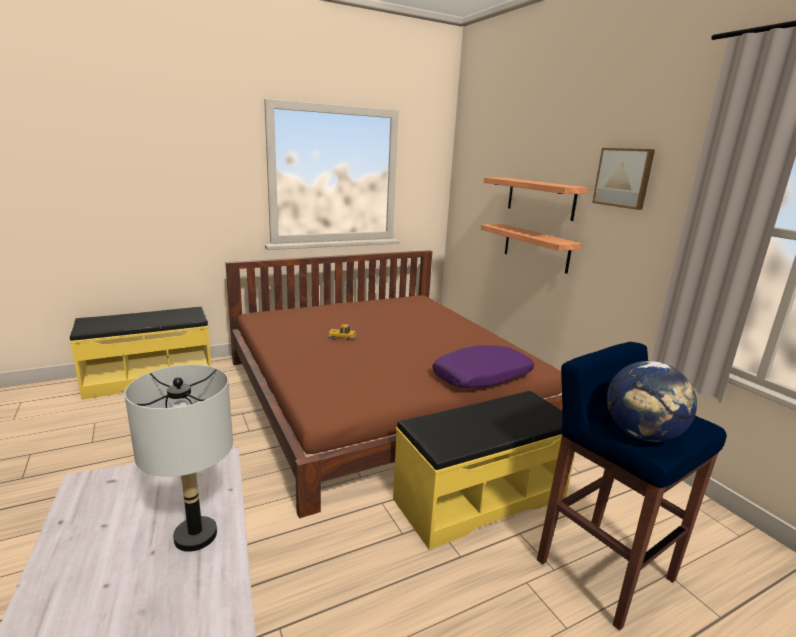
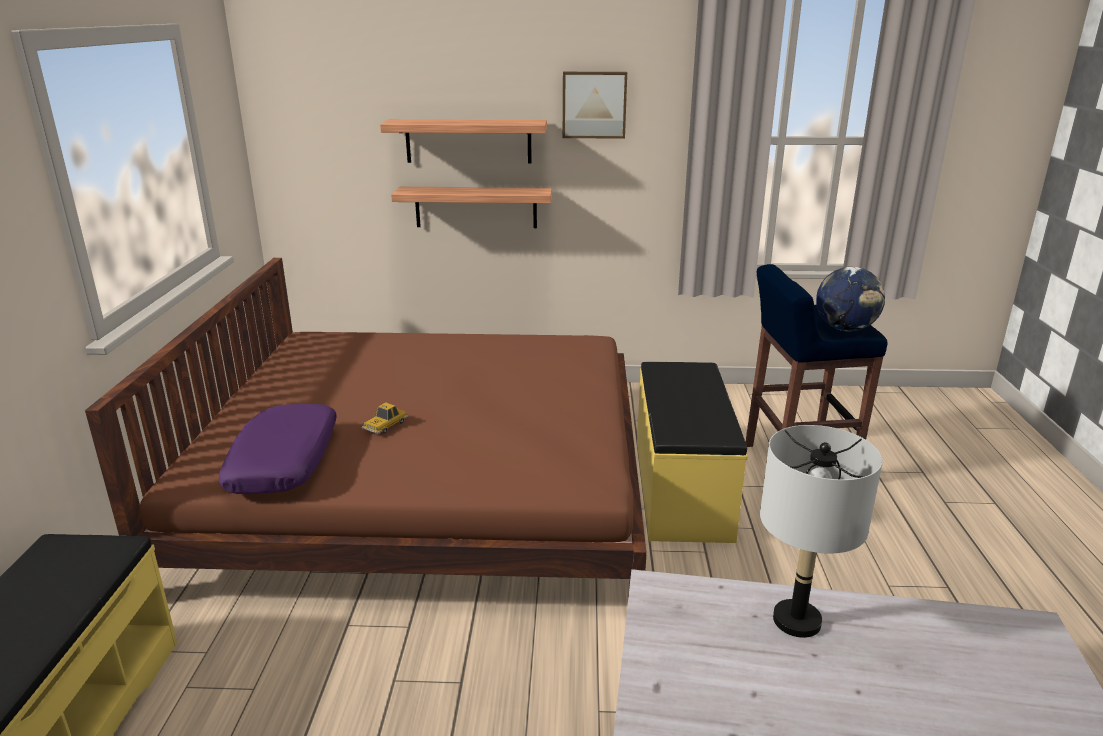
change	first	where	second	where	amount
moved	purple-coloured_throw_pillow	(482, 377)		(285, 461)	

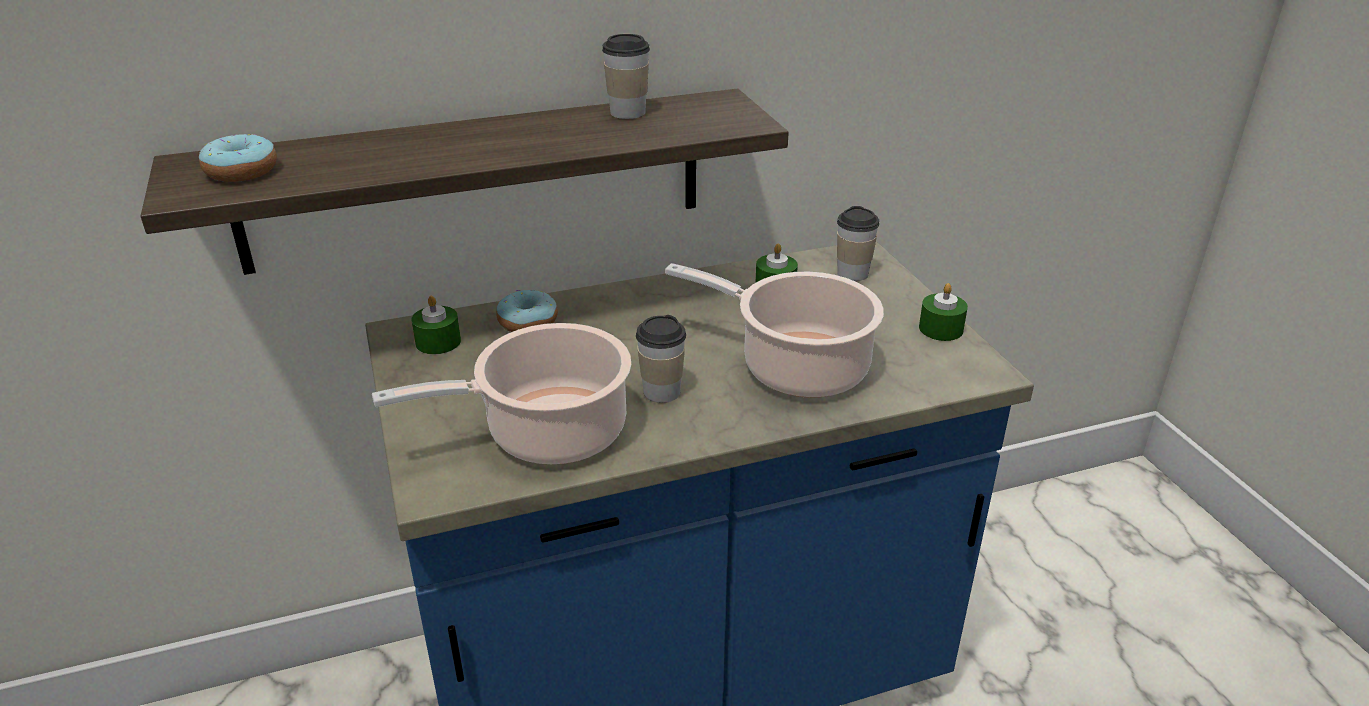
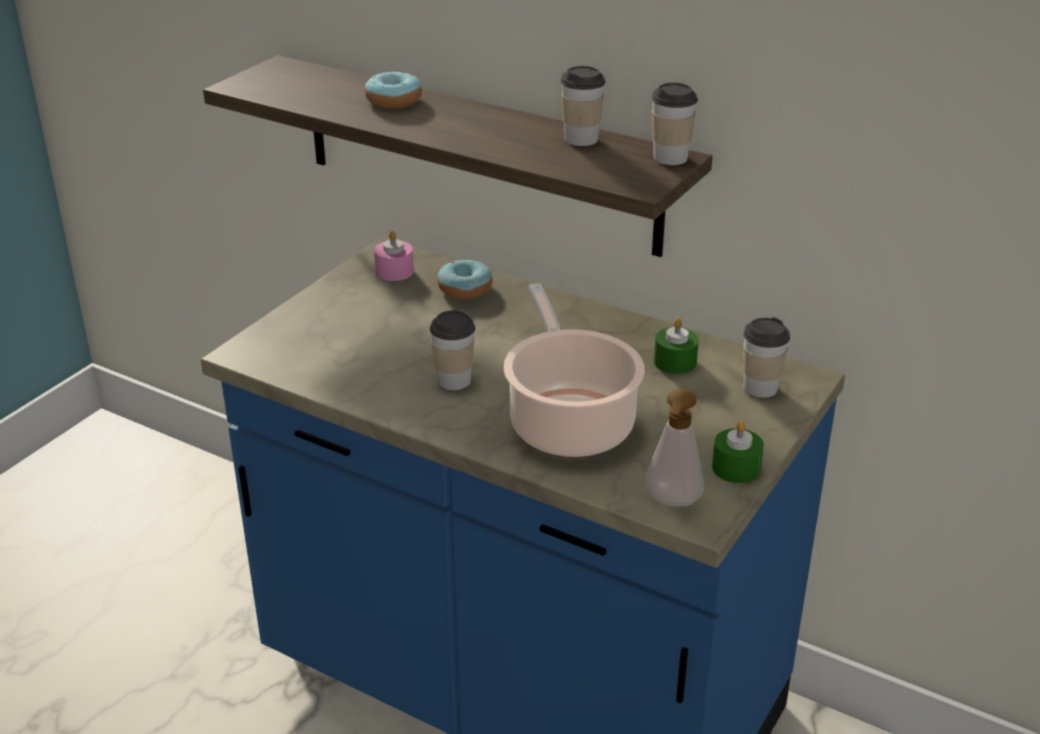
change	first	where	second	where	amount
removed	stockpot	(547, 433)			
added			liquid_soap_bottle	(672, 503)	
added			small_cup	(670, 158)	
moved	ring_doughnut	(241, 171)		(393, 101)	
recoloured	green_candle	(438, 342)	pinkish_candle	(394, 271)	

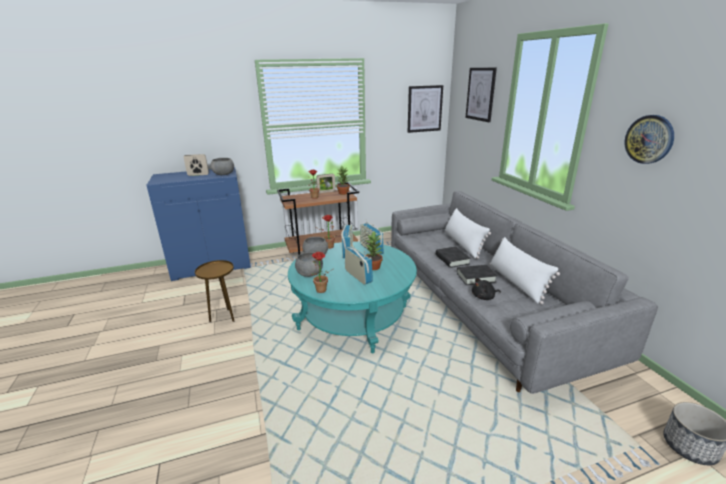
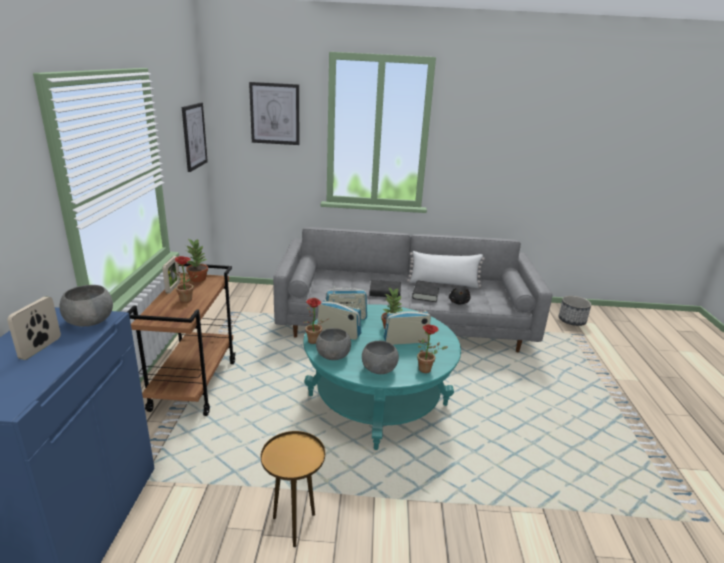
change	first	where	second	where	amount
removed	white_throw_pillow	(463, 244)			
removed	wall_clock	(649, 139)			

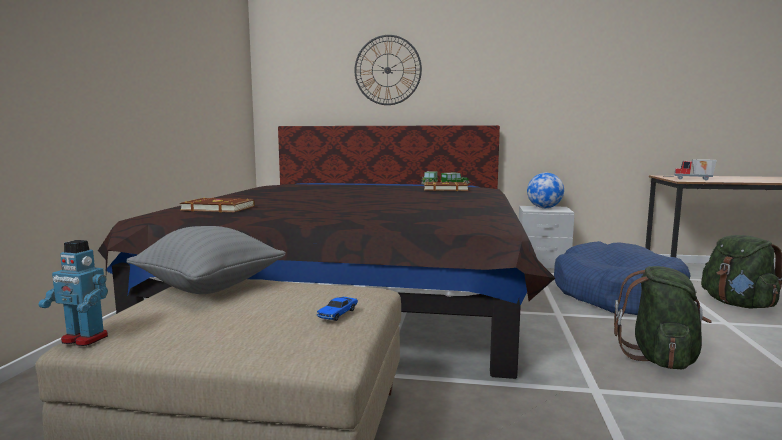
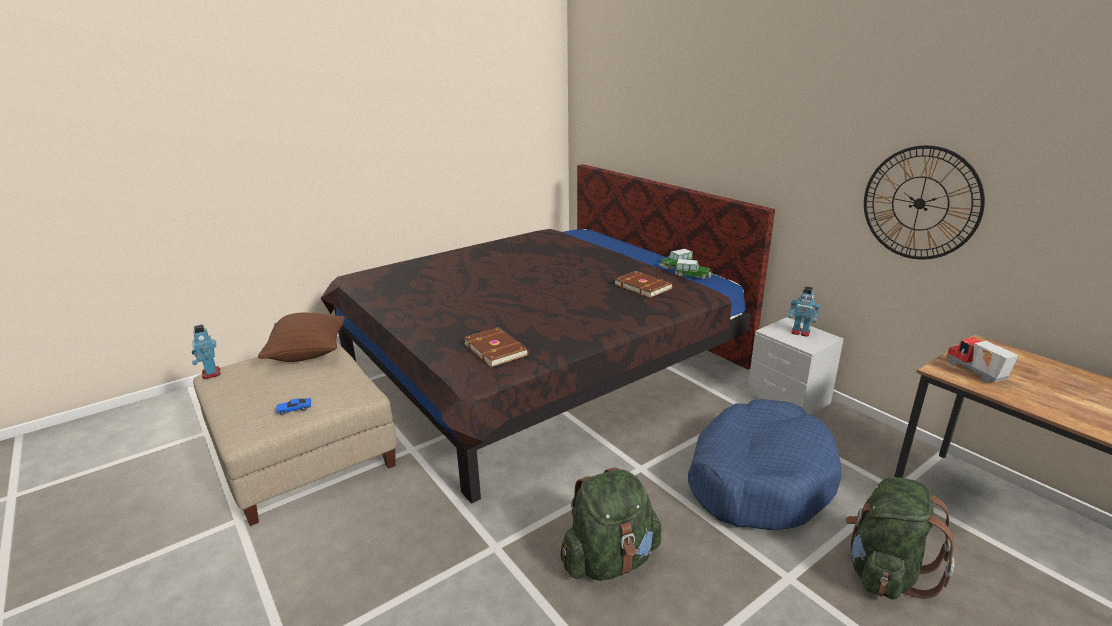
change	first	where	second	where	amount
moved	brown_bound_book	(218, 208)		(496, 349)	
moved	wall_clock	(387, 70)		(920, 203)	
replaced	world_globe	(544, 208)	model_robot	(800, 332)	
recoloured	greyish_throw_pillow	(210, 287)	brown_throw_pillow	(308, 354)	

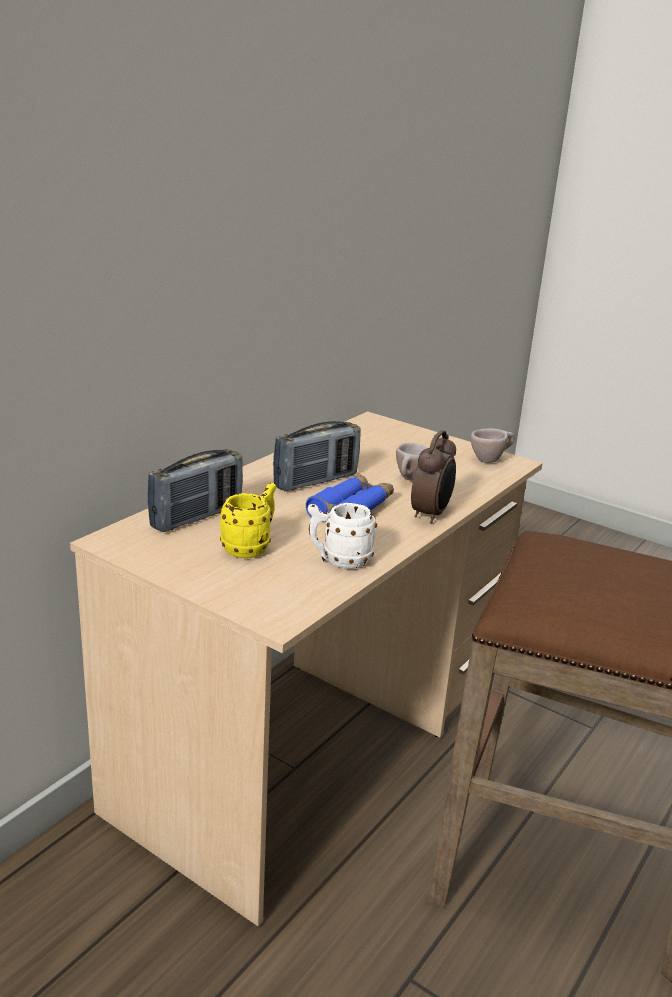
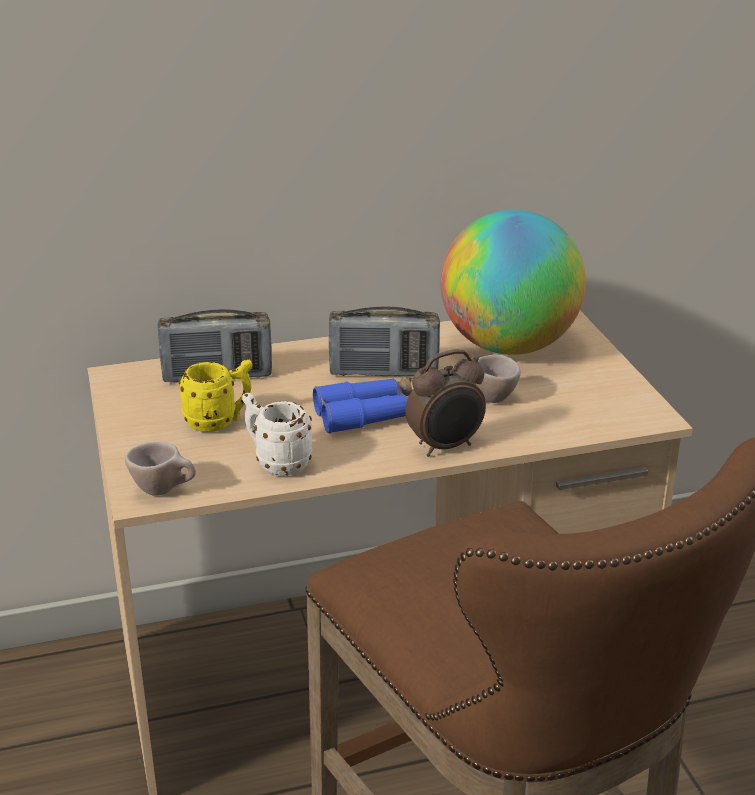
change	first	where	second	where	amount
added			world_globe	(508, 346)	
moved	sand-coloured_small_cup	(490, 460)		(164, 490)	

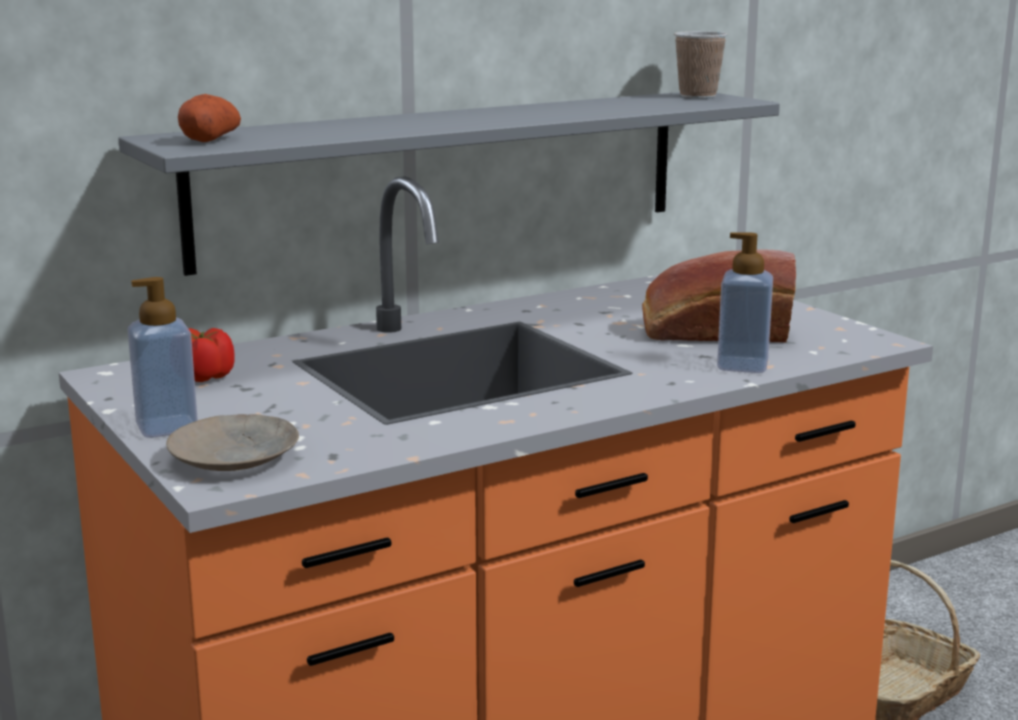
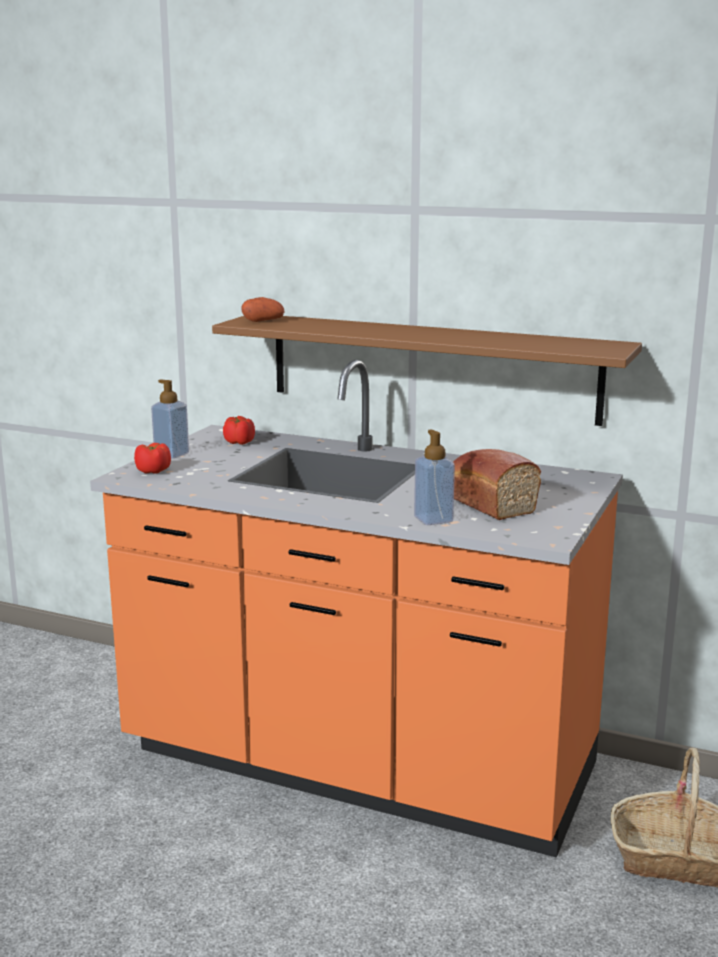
change	first	where	second	where	amount
removed	small_cup	(698, 96)			
replaced	sand-coloured_plate	(235, 457)	fresh_tomato	(153, 471)	
recoloured	greyish_wall_shelf	(446, 176)	brown_wall_shelf	(431, 367)	

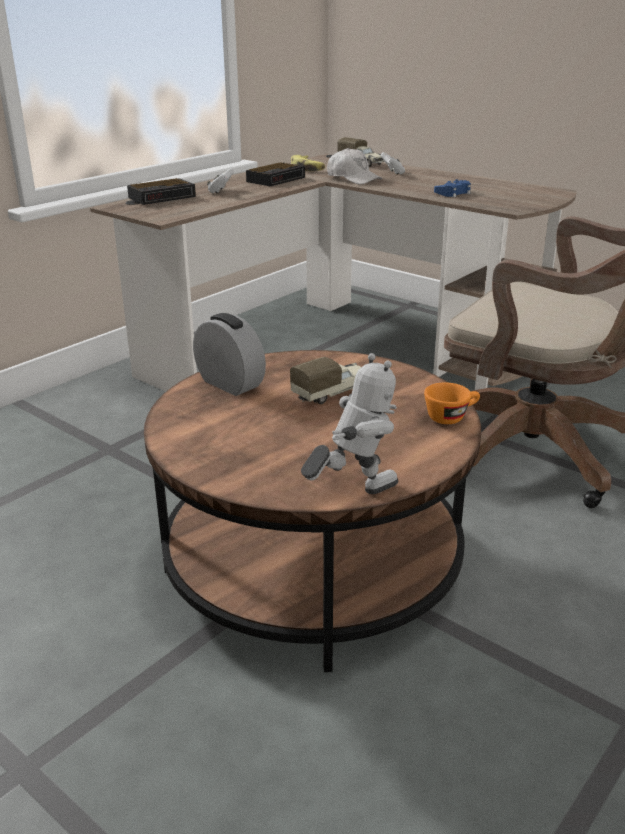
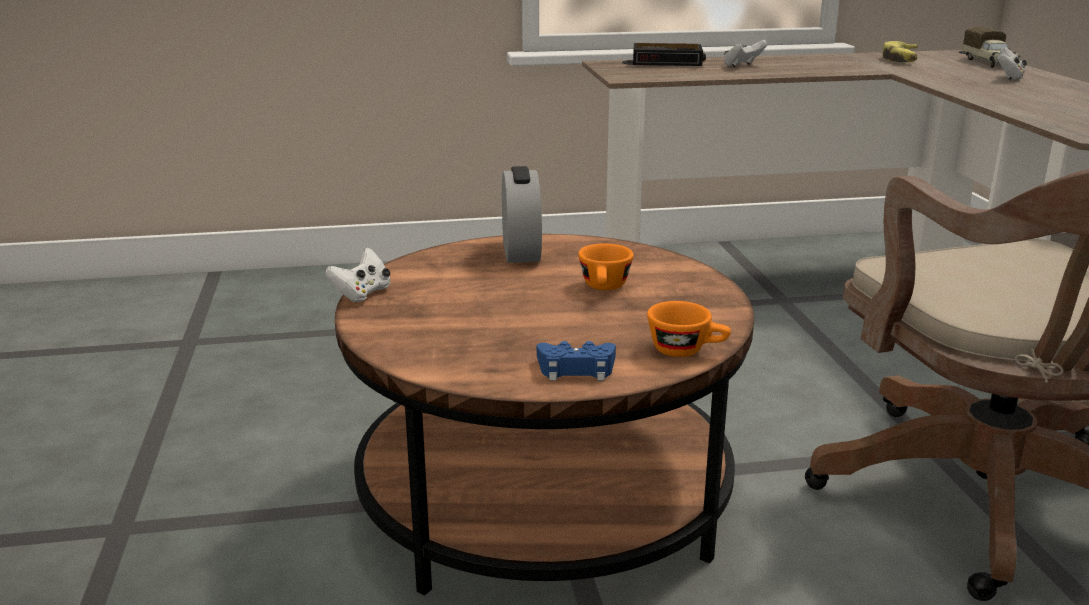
change	first	where	second	where	amount
removed	table_clock	(277, 179)			
removed	model_robot	(354, 492)			
removed	white_peaked_cap	(353, 178)			
added			white_gamepad	(362, 294)	
moved	blue-coloured_gamepad	(453, 193)		(576, 369)	
replaced	toy_truck	(333, 392)	orange_small_cup	(605, 288)	

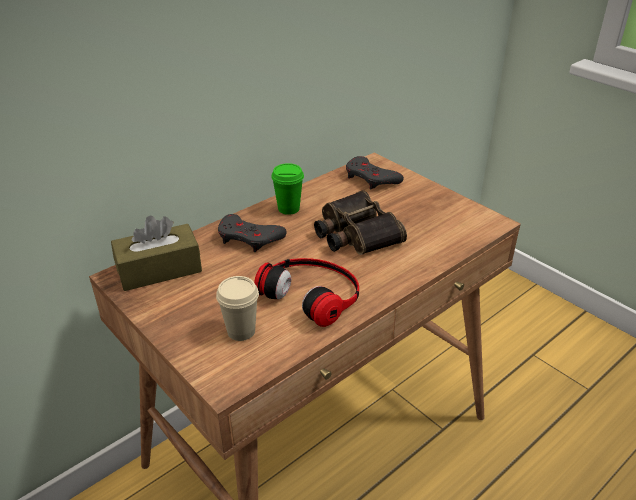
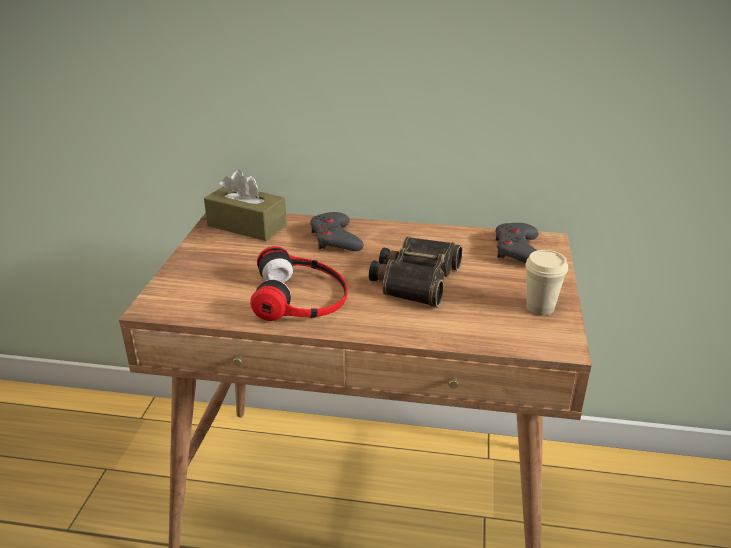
change	first	where	second	where	amount
removed	green_small_cup	(288, 209)			
moved	sand-coloured_small_cup	(241, 331)		(540, 307)	

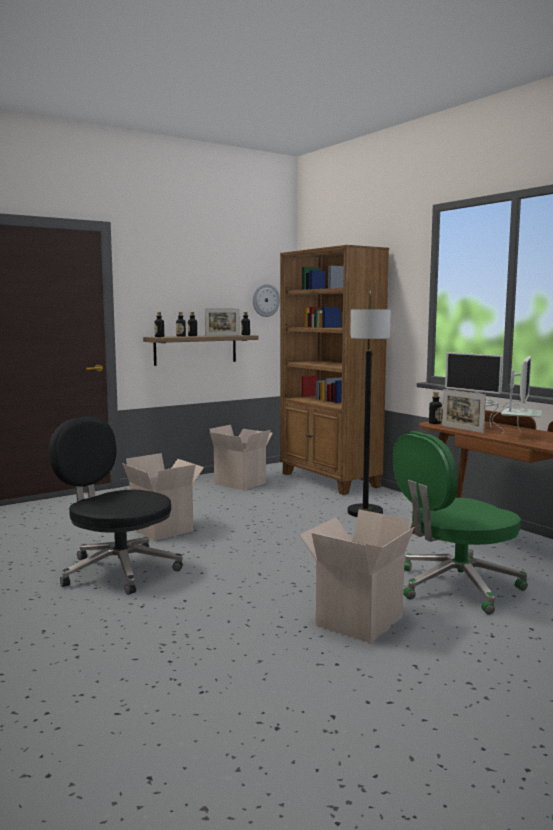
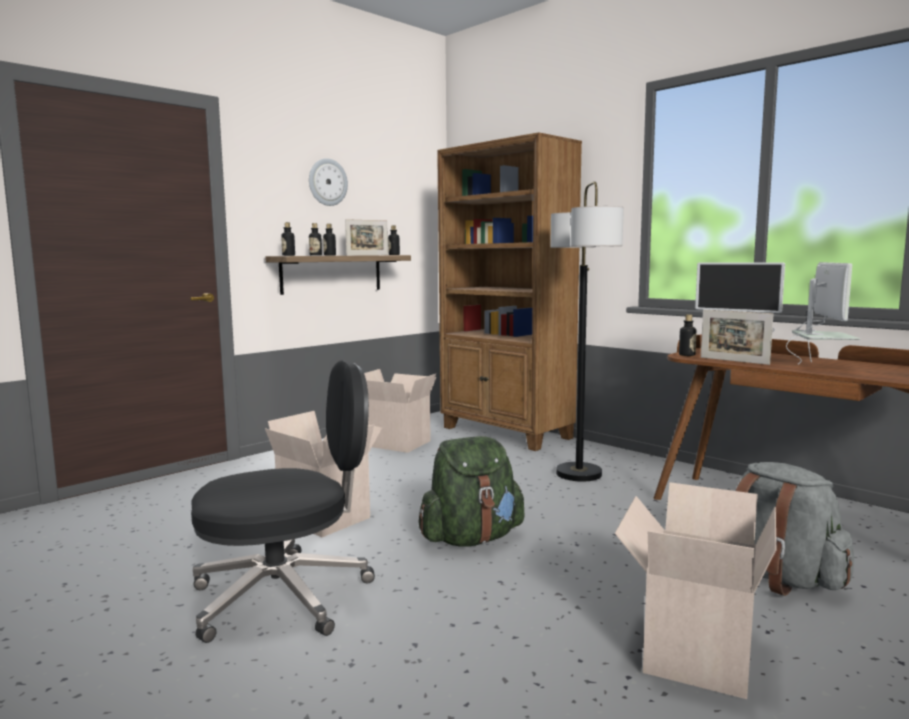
change	first	where	second	where	amount
added			green_knapsack	(471, 538)	
moved	wall_clock	(265, 300)		(327, 182)	
replaced	green_desk_chair	(455, 586)	greyish_knapsack	(778, 578)	
turned	blackish_desk_chair	(118, 570)		(285, 595)	135 degrees clockwise

